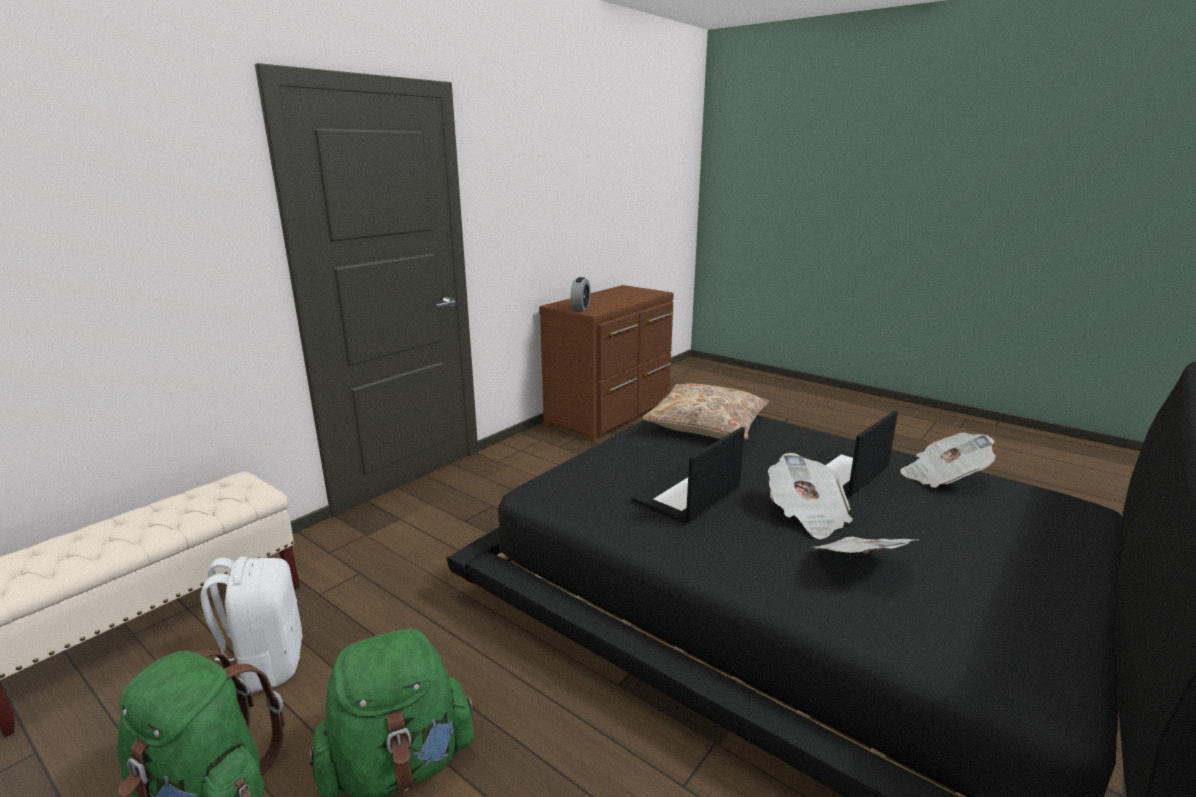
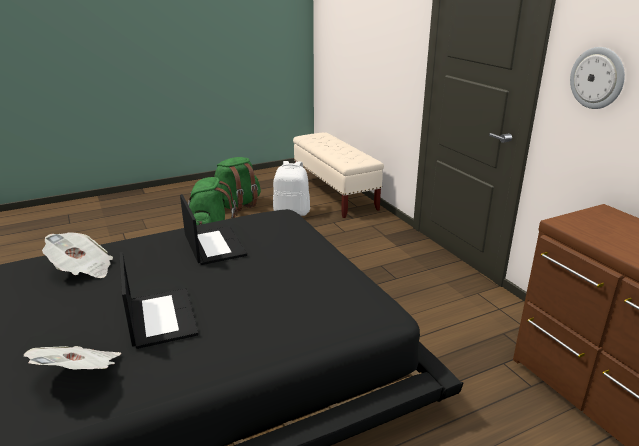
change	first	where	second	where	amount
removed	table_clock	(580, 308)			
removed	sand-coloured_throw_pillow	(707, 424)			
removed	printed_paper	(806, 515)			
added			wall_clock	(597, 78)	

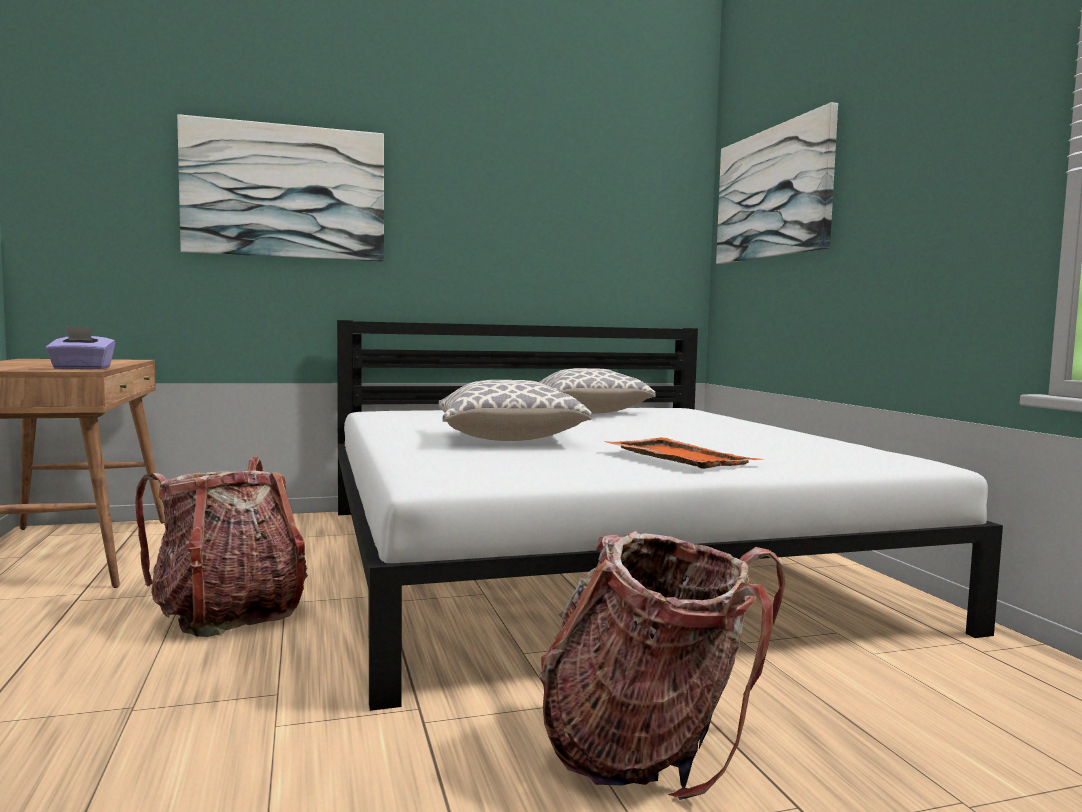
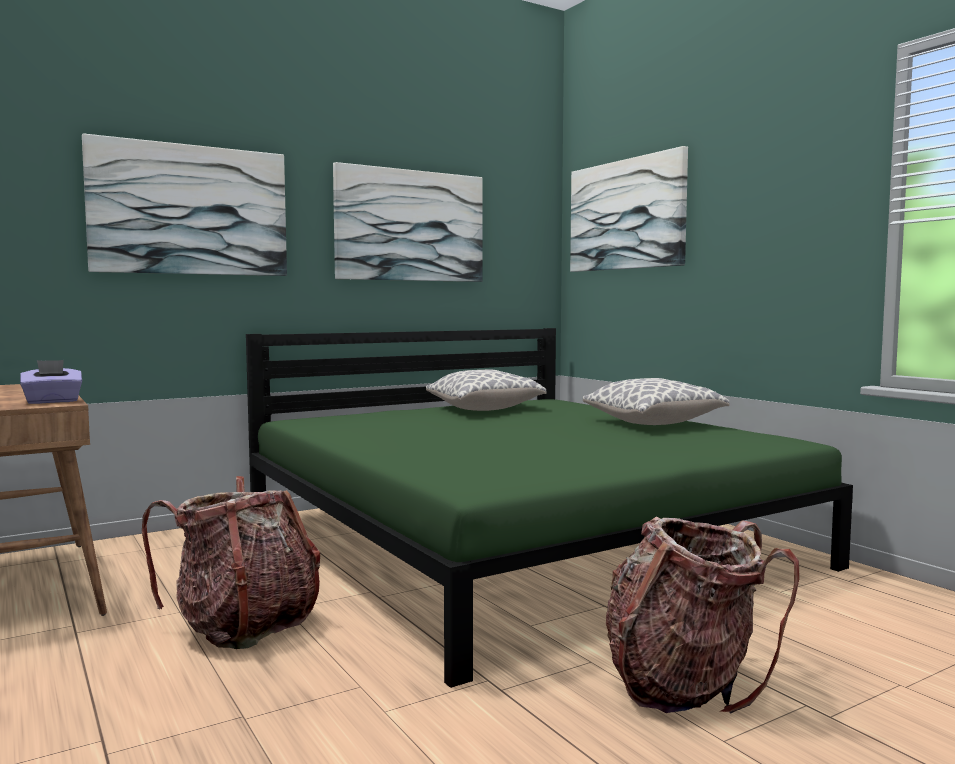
change	first	where	second	where	amount
removed	orange_tray	(679, 457)			
added			wall_picture	(410, 226)	
moved	throw_pillow	(509, 439)		(653, 423)	
recoloured	white_bed	(593, 560)	green_bed	(520, 541)	

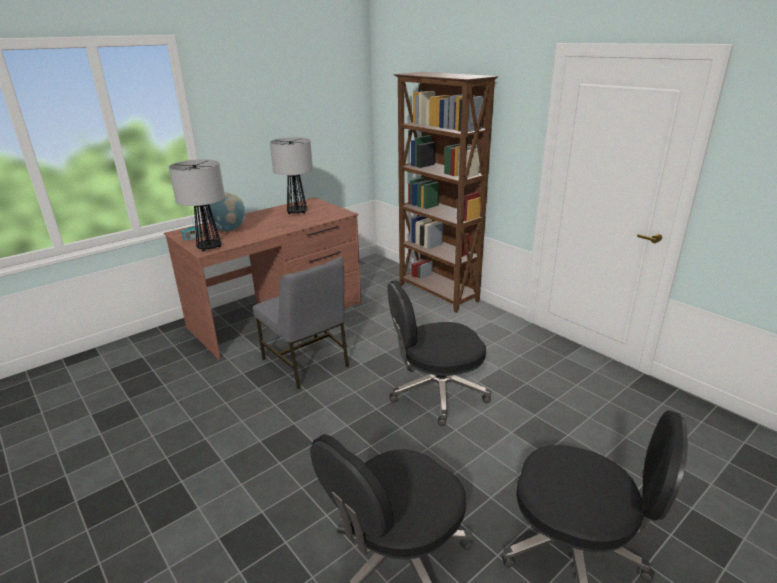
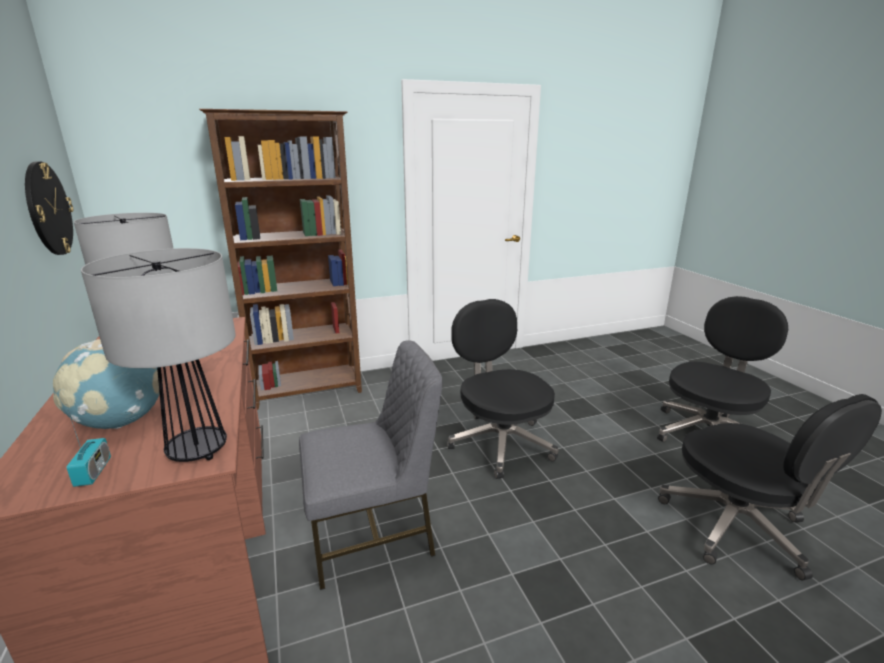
change	first	where	second	where	amount
added			wall_clock	(48, 209)	
turned	blackish_desk_chair	(436, 392)		(500, 442)	150 degrees clockwise

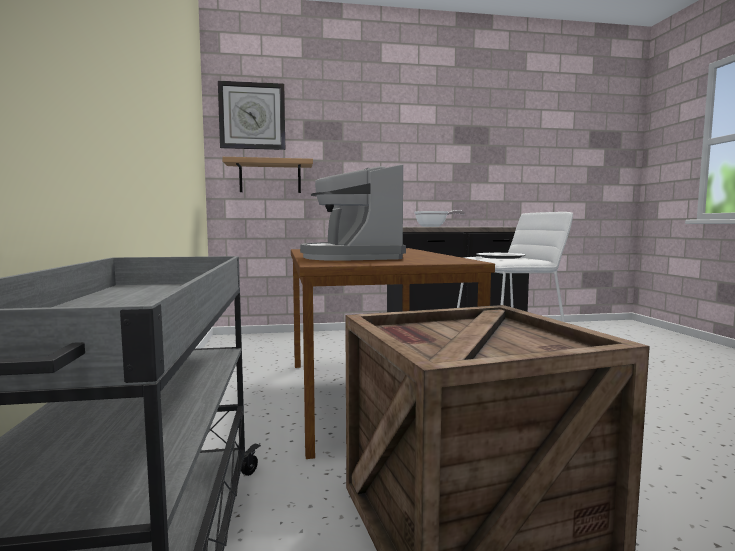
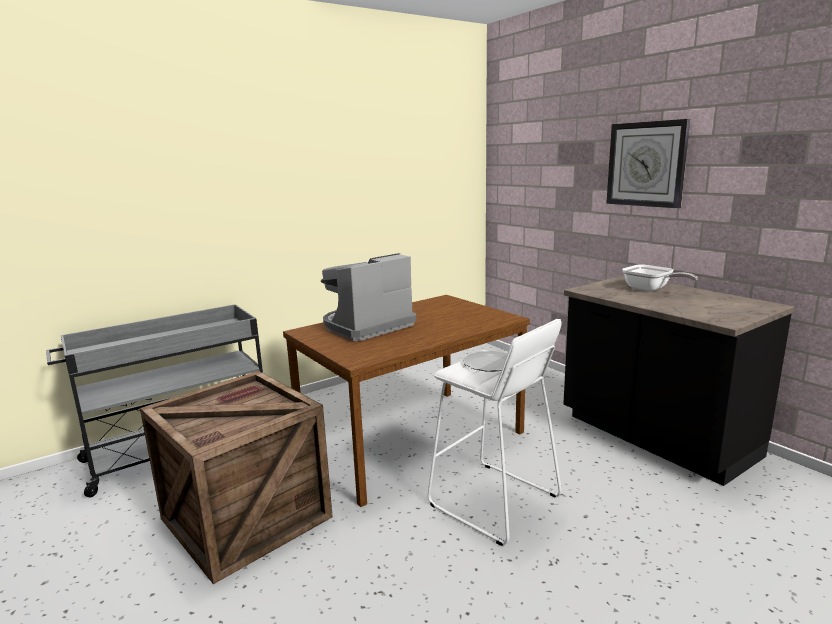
change	first	where	second	where	amount
removed	wall_shelf	(270, 177)			
moved	wall_clock	(252, 116)		(646, 164)	

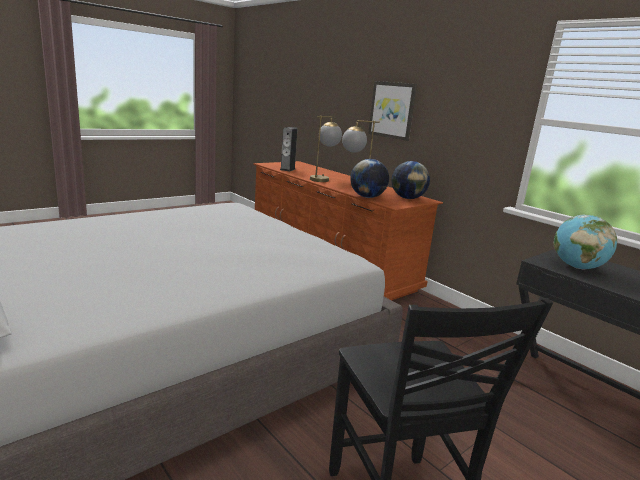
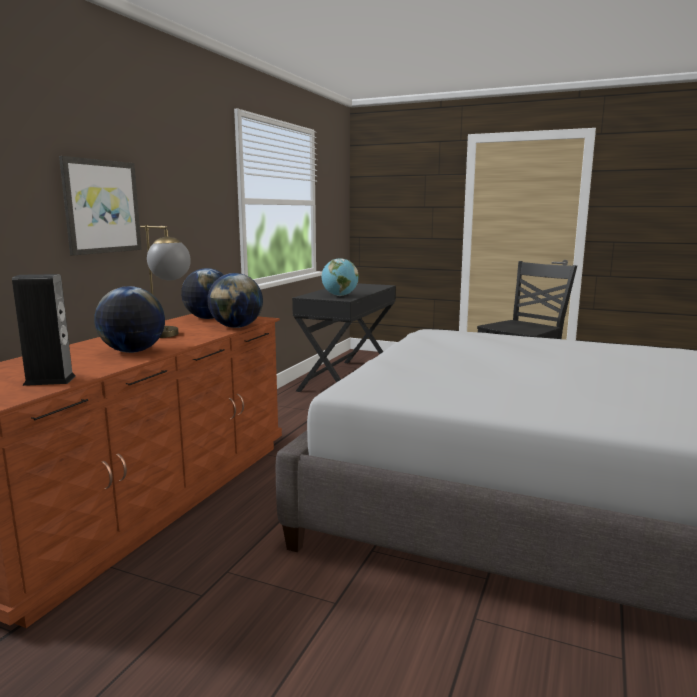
change	first	where	second	where	amount
replaced	table_lamp	(323, 179)	world_globe	(133, 351)	

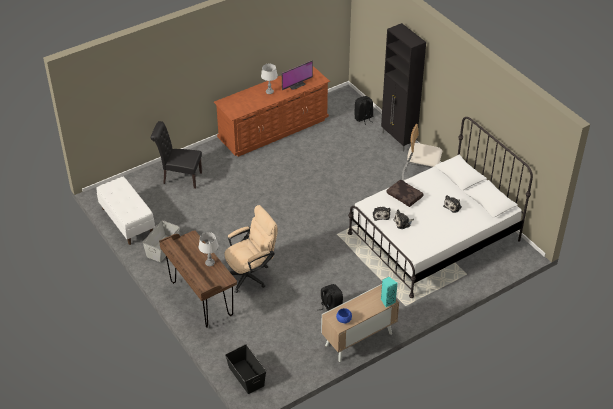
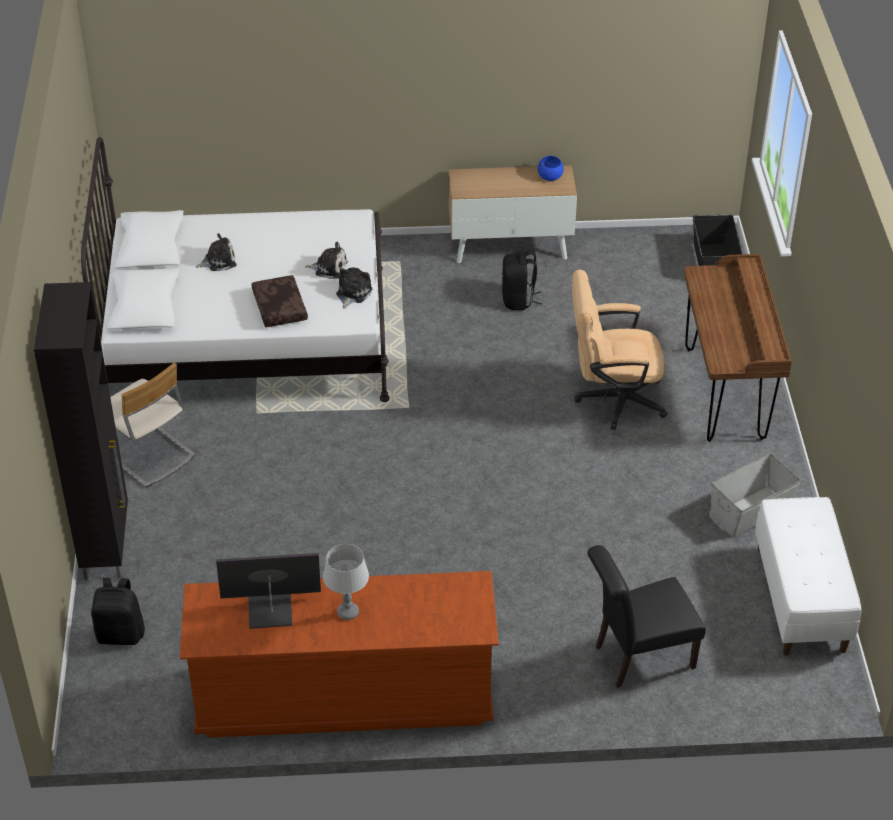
change	first	where	second	where	amount
removed	greyish_table_lamp	(210, 263)			
removed	turquoise-coloured_audio_speaker	(387, 301)			
turned	blackish_upright_chair	(179, 178)		(638, 657)	120 degrees clockwise

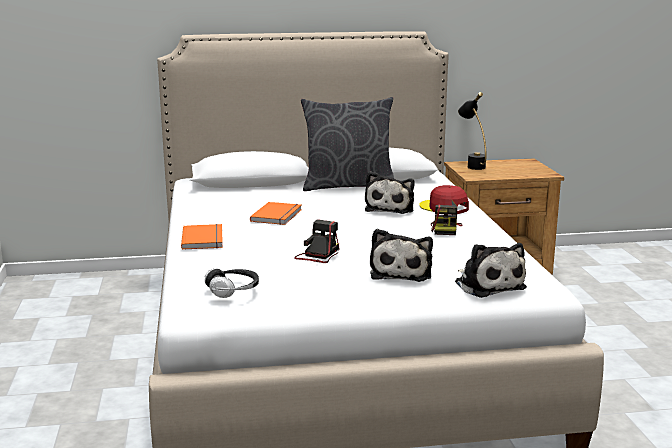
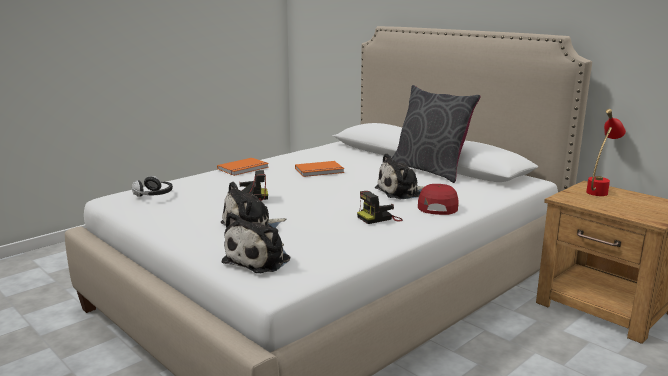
change	first	where	second	where	amount
recoloured	blackish_table_lamp	(472, 165)	red_table_lamp	(600, 190)	

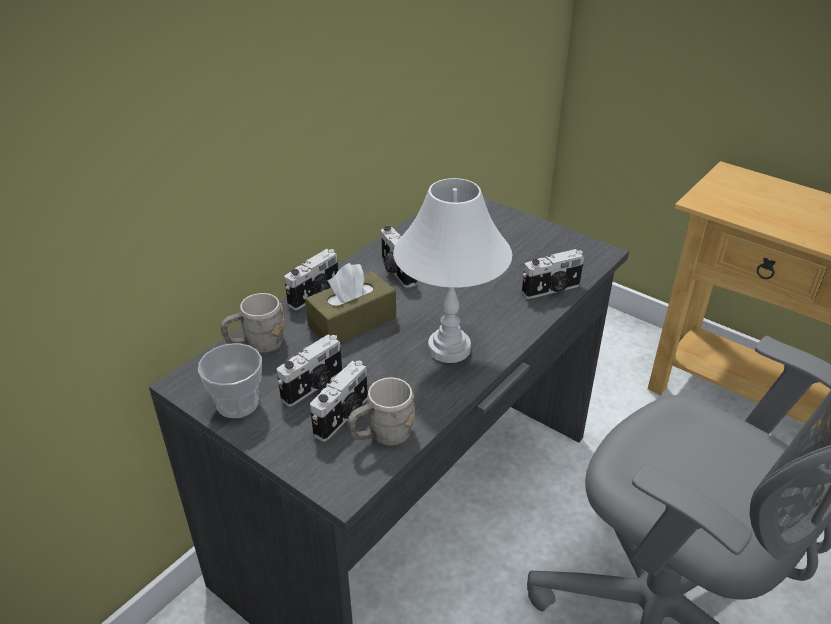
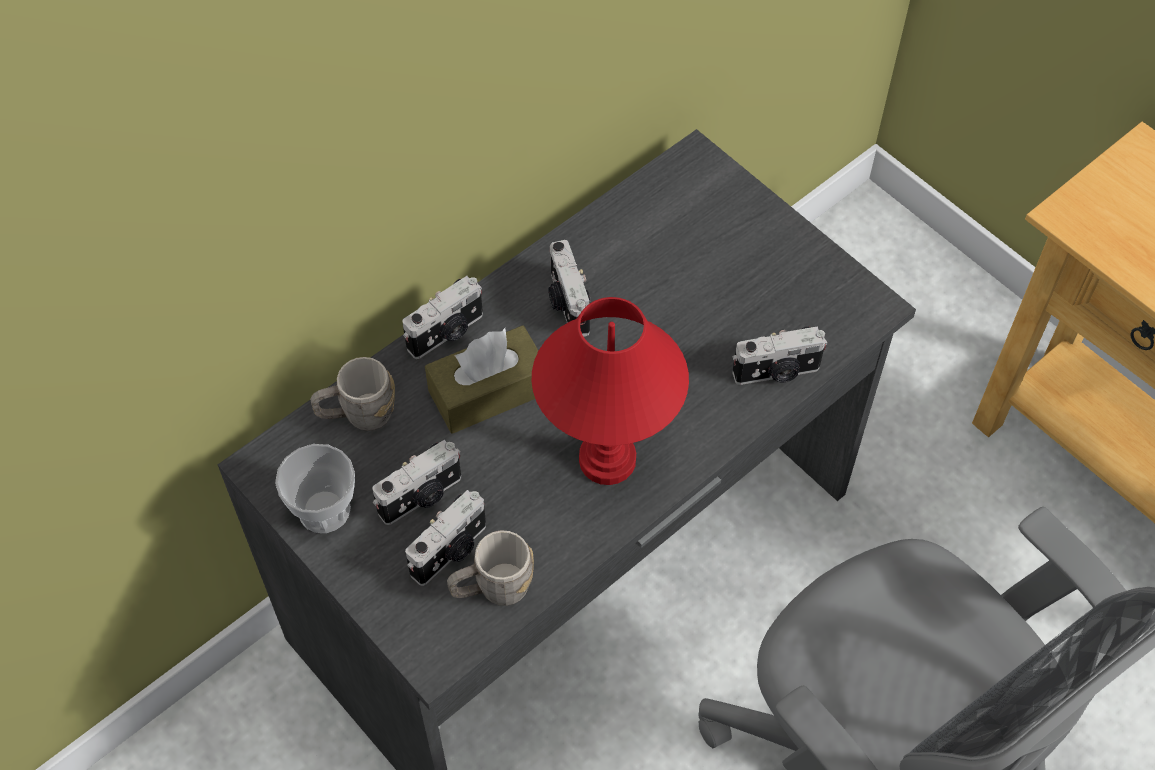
change	first	where	second	where	amount
recoloured	white_table_lamp	(449, 349)	red_table_lamp	(607, 461)	

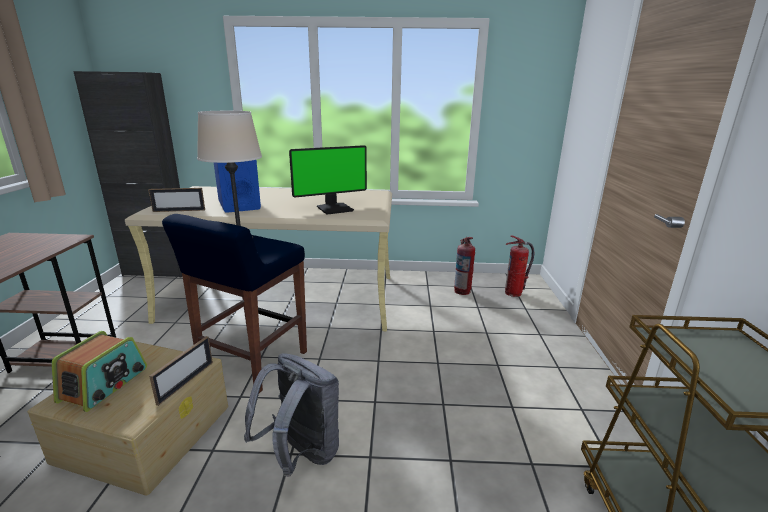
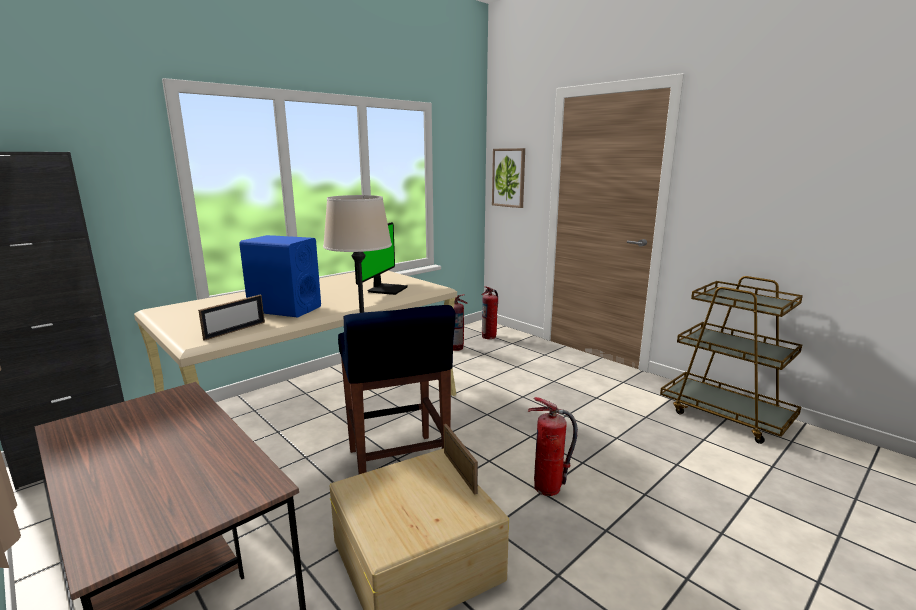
change	first	where	second	where	amount
removed	radio_set	(105, 384)			
added			wall_picture	(509, 178)	
replaced	greyish_knapsack	(301, 454)	fire-fighting_cylinder	(548, 488)	

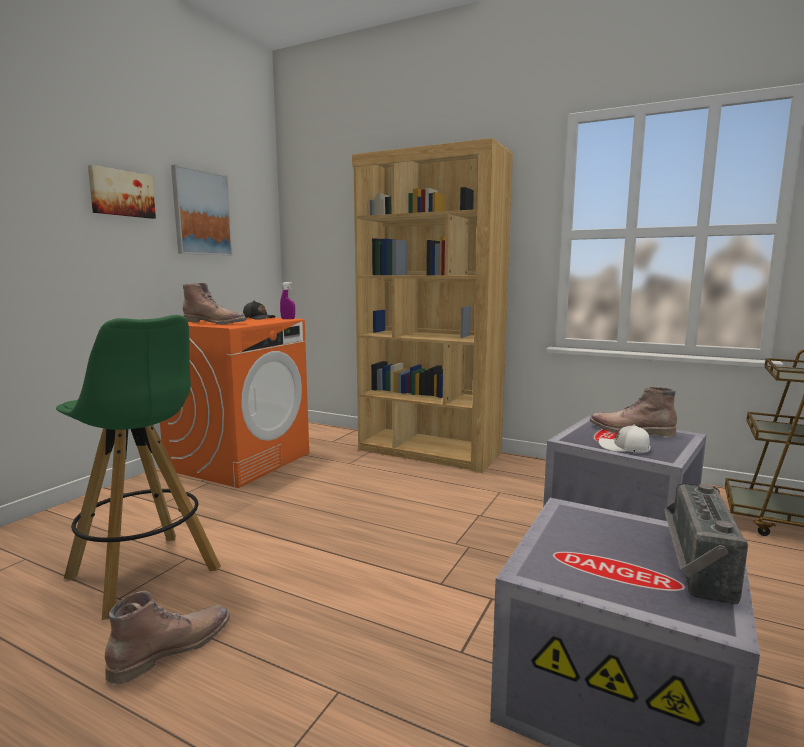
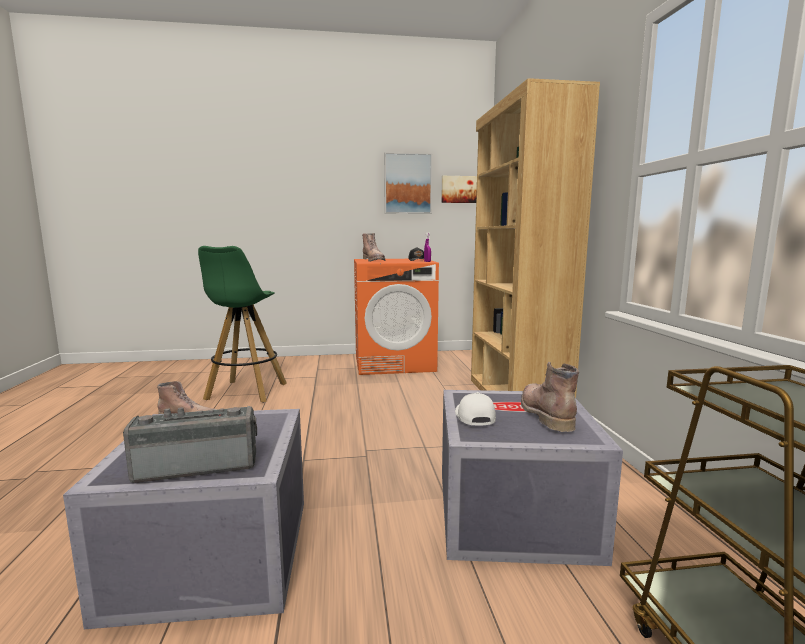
change	first	where	second	where	amount
moved	wall_picture	(121, 193)		(460, 189)	

